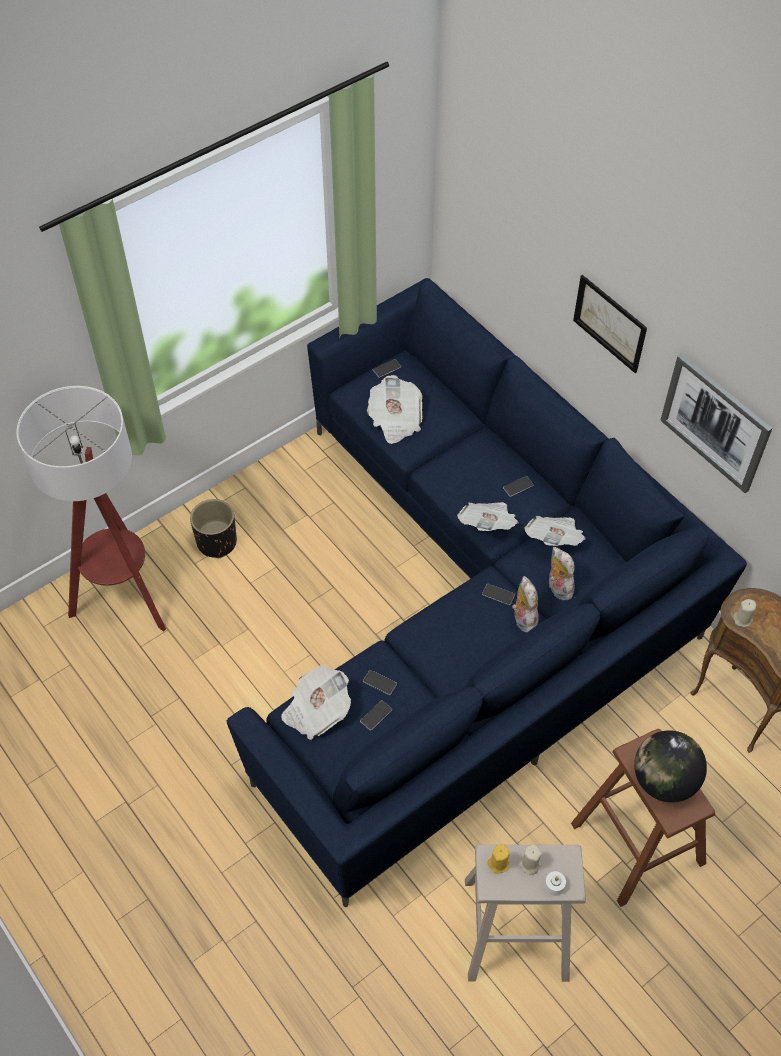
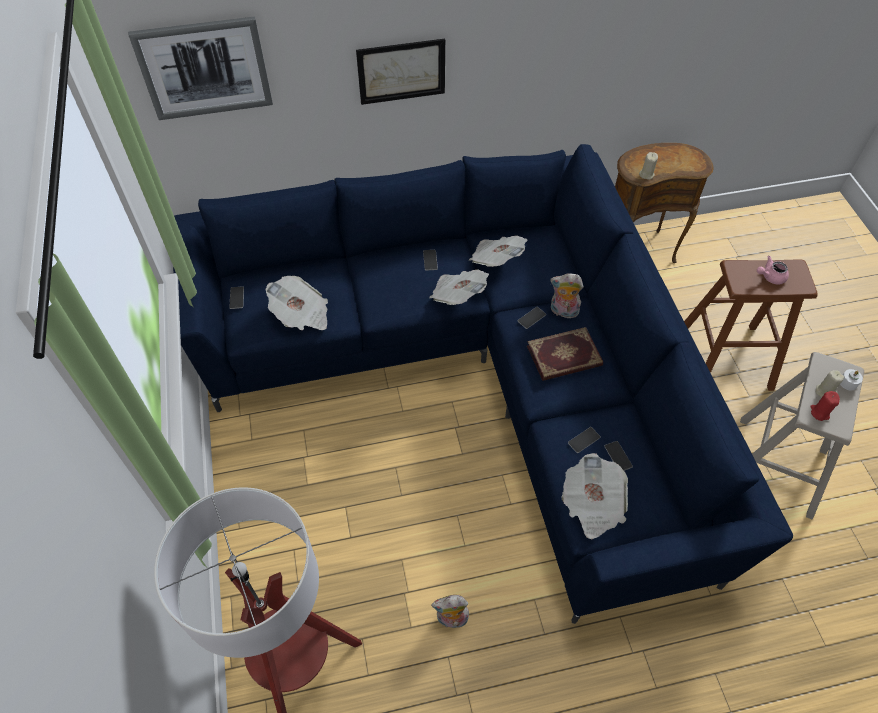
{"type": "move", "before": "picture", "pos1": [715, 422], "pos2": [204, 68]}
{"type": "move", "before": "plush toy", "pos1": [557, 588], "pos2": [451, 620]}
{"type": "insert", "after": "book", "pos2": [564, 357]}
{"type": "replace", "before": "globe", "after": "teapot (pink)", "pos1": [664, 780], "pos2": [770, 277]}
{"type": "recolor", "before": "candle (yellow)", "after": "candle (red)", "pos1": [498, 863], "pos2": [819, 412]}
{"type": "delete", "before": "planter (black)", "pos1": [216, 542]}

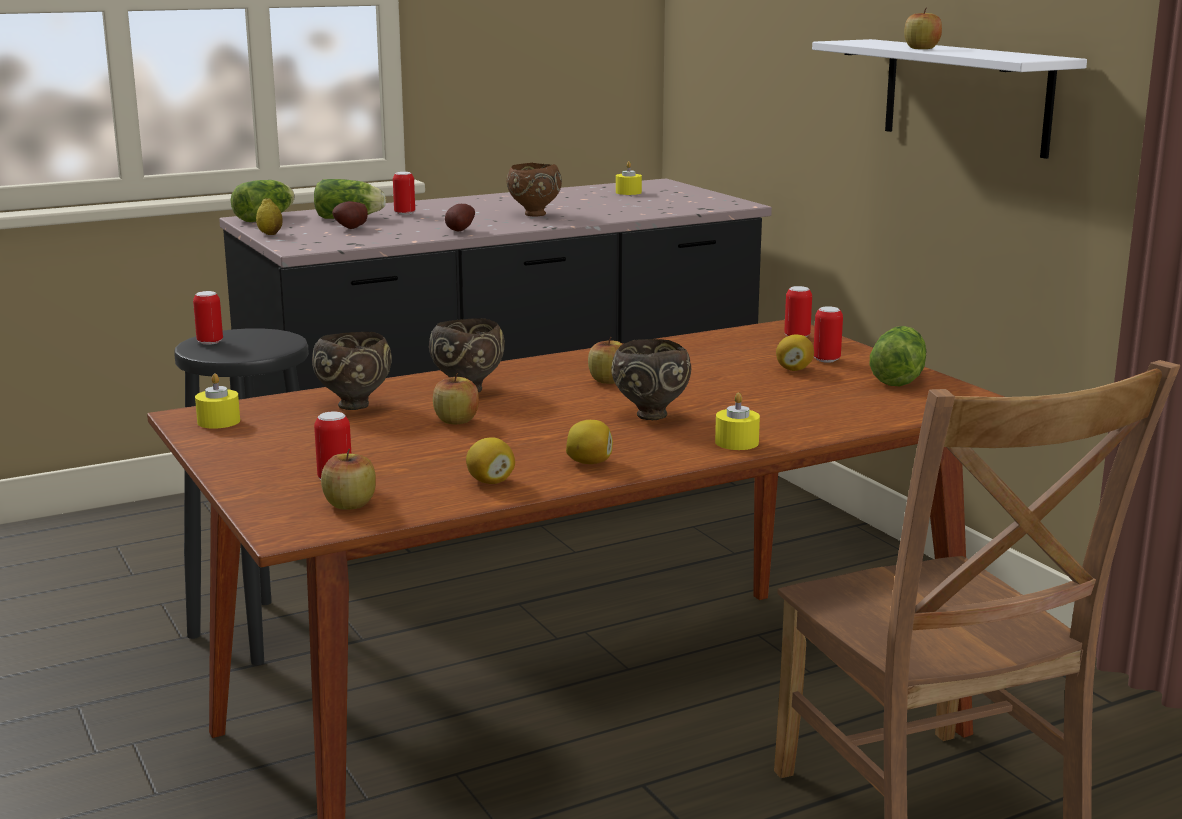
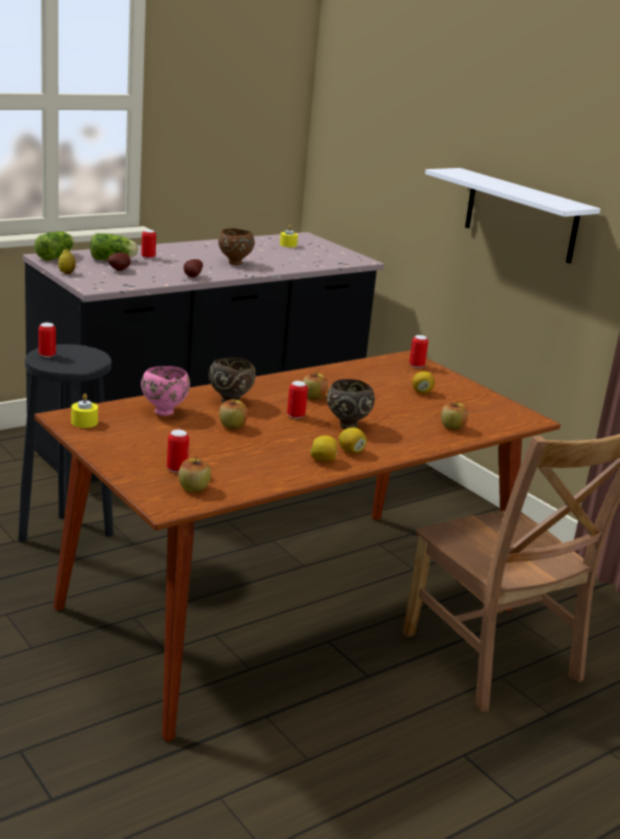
{"type": "recolor", "before": "bowl (brown)", "after": "bowl (pink)", "pos1": [355, 405], "pos2": [164, 411]}
{"type": "move", "before": "can", "pos1": [826, 360], "pos2": [295, 416]}
{"type": "move", "before": "lemon", "pos1": [490, 481], "pos2": [350, 451]}
{"type": "move", "before": "apple", "pos1": [921, 48], "pos2": [452, 427]}
{"type": "delete", "before": "candle (yellow)", "pos1": [736, 442]}
{"type": "delete", "before": "lettuce", "pos1": [898, 376]}

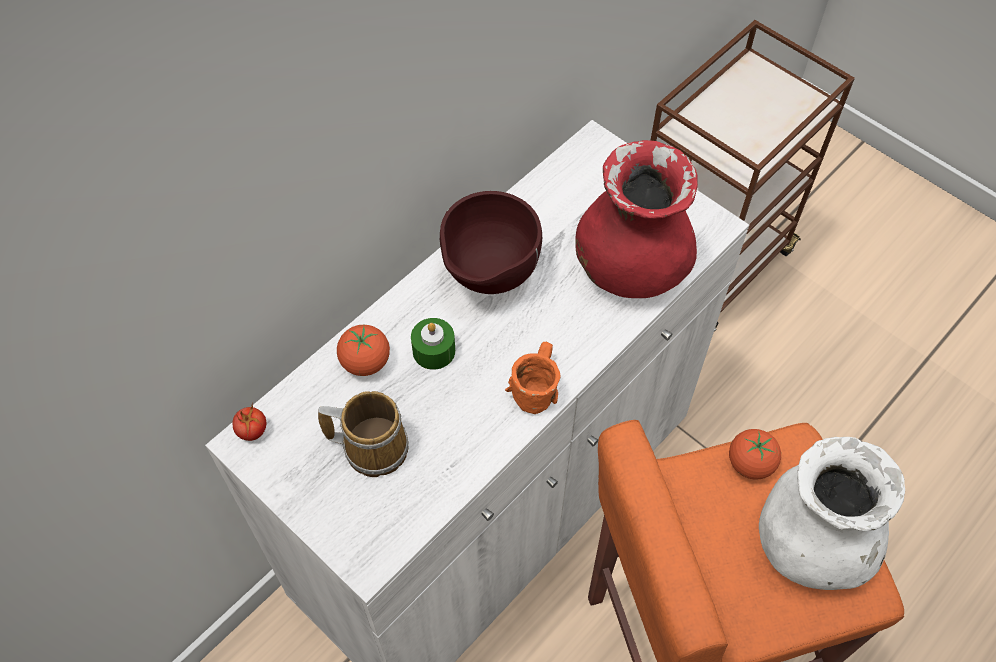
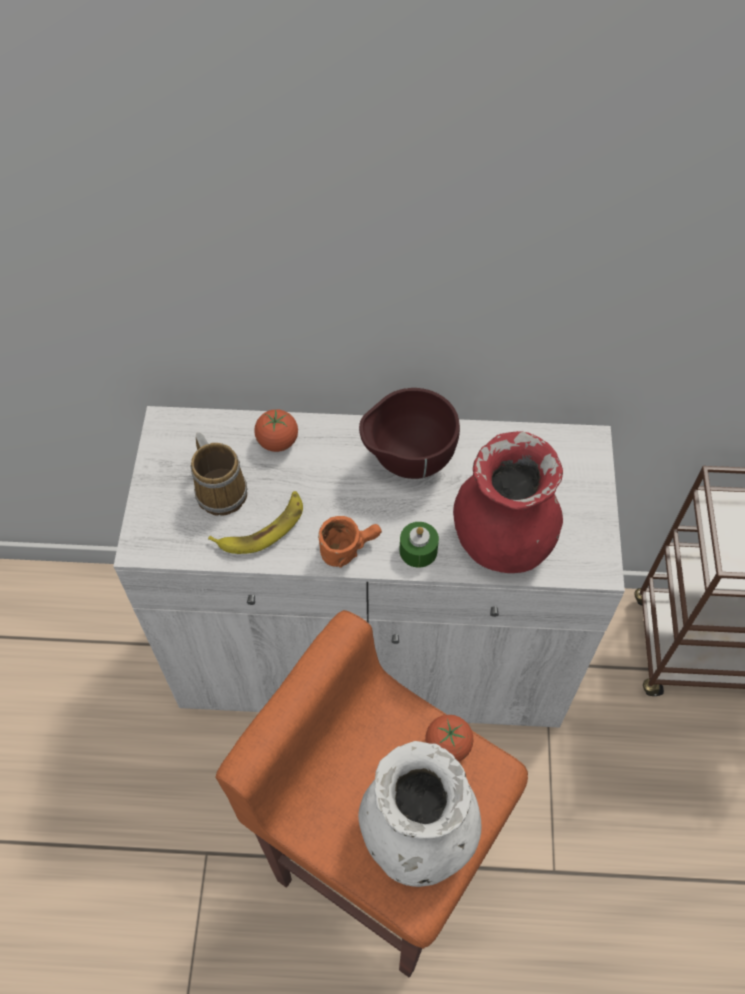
{"type": "insert", "after": "banana", "pos2": [262, 528]}
{"type": "move", "before": "candle (green)", "pos1": [434, 351], "pos2": [418, 550]}
{"type": "delete", "before": "tomato", "pos1": [252, 431]}

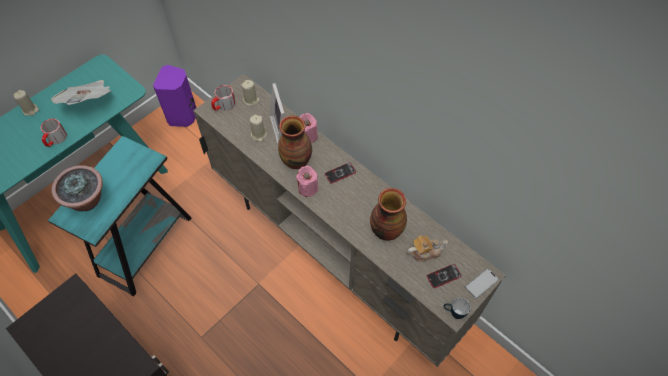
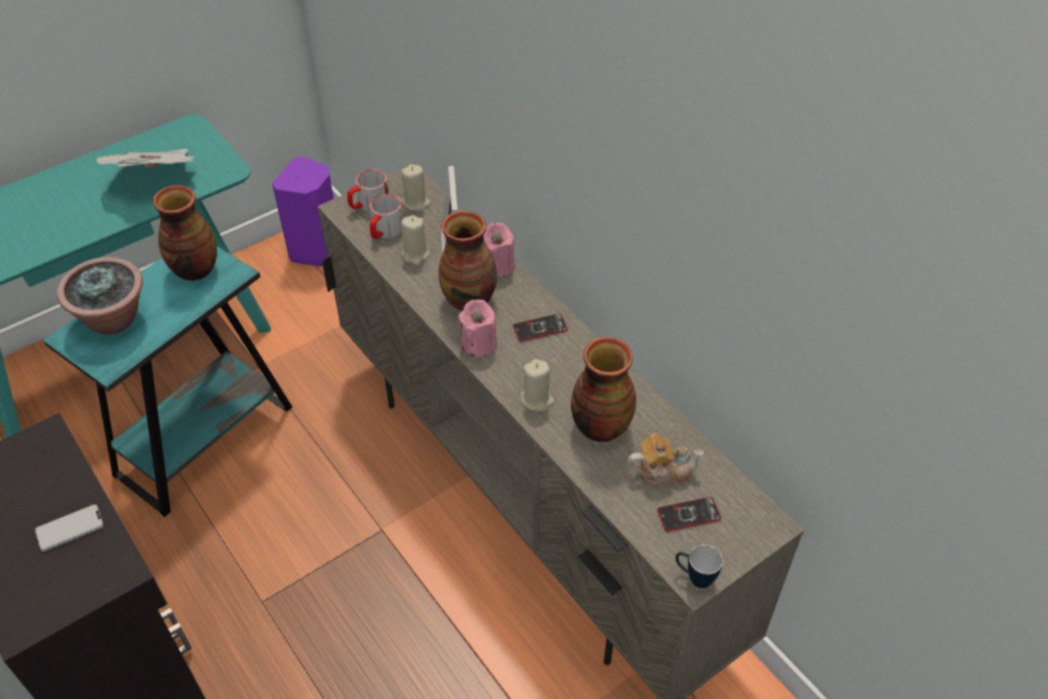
{"type": "move", "before": "phone", "pos1": [481, 284], "pos2": [70, 528]}
{"type": "insert", "after": "vase", "pos2": [194, 270]}
{"type": "move", "before": "mug", "pos1": [55, 139], "pos2": [385, 231]}
{"type": "move", "before": "candle (beige)", "pos1": [30, 110], "pos2": [537, 399]}

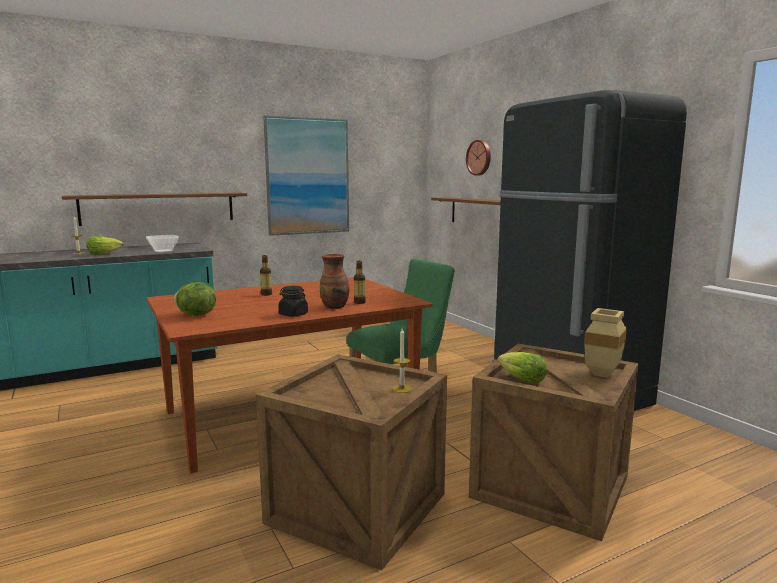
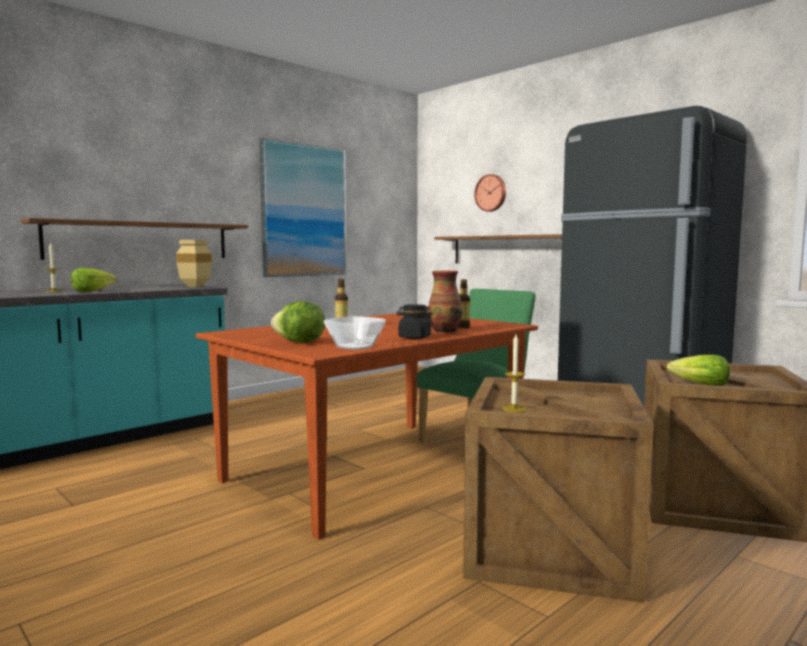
{"type": "move", "before": "vase (beige)", "pos1": [603, 375], "pos2": [195, 286]}
{"type": "move", "before": "bowl", "pos1": [164, 251], "pos2": [356, 347]}
{"type": "move", "before": "candle", "pos1": [401, 389], "pos2": [514, 409]}

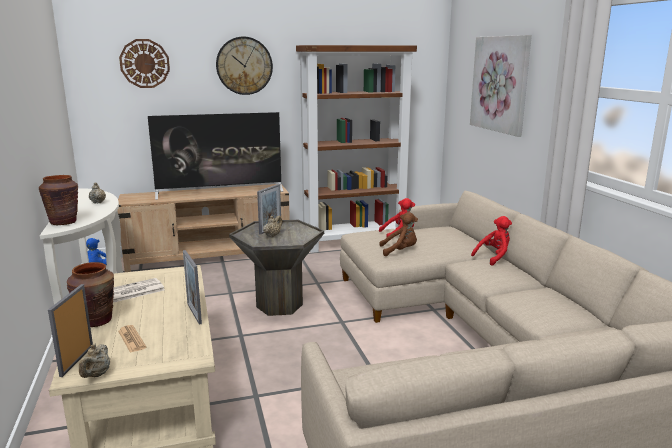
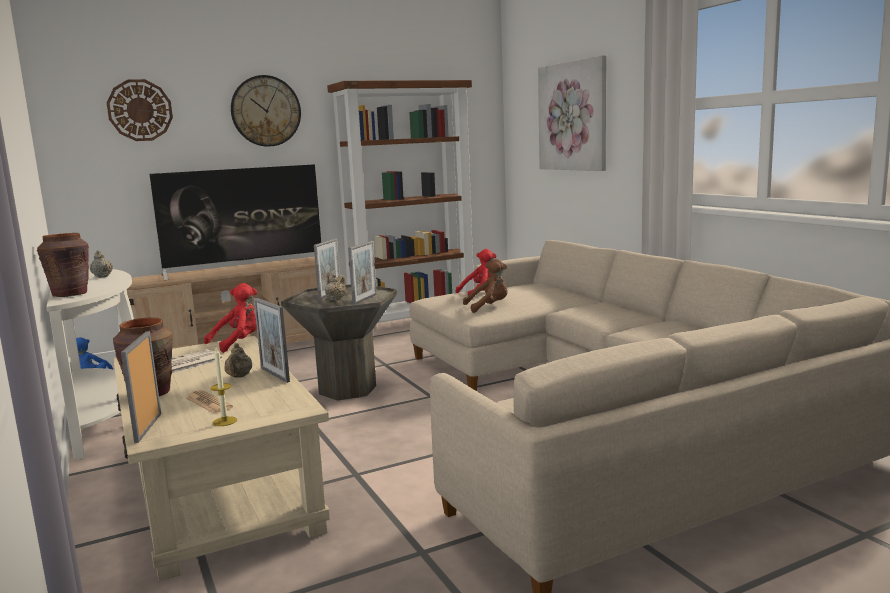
{"type": "move", "before": "plush toy (red)", "pos1": [494, 257], "pos2": [238, 343]}
{"type": "insert", "after": "candle", "pos2": [224, 421]}
{"type": "move", "before": "teapot (beige)", "pos1": [96, 375], "pos2": [239, 377]}
{"type": "insert", "after": "picture frame", "pos2": [365, 299]}

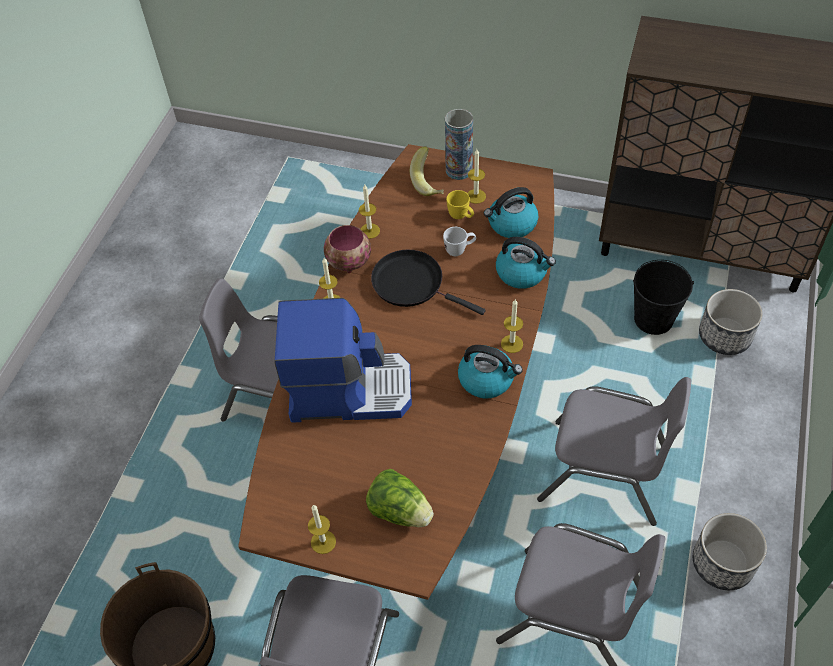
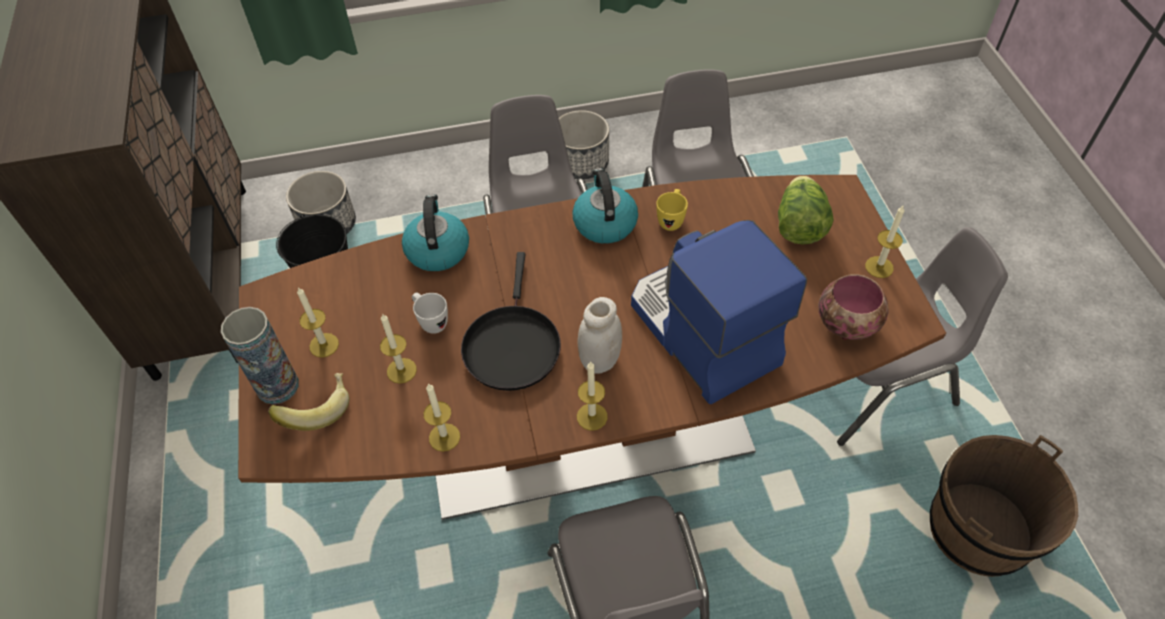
{"type": "move", "before": "candle", "pos1": [512, 344], "pos2": [401, 370]}
{"type": "insert", "after": "jar (white)", "pos2": [599, 360]}
{"type": "move", "before": "mug (yellow)", "pos1": [461, 217], "pos2": [671, 220]}
{"type": "move", "before": "bowl", "pos1": [349, 263], "pos2": [848, 323]}
{"type": "delete", "before": "kettle", "pos1": [511, 224]}

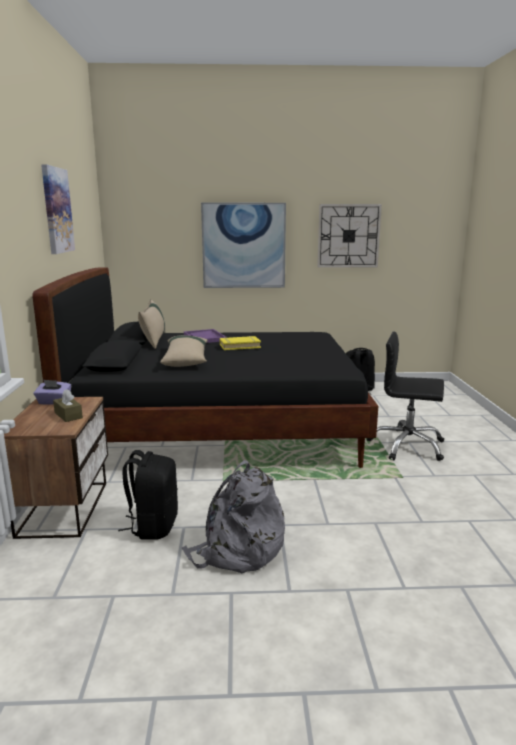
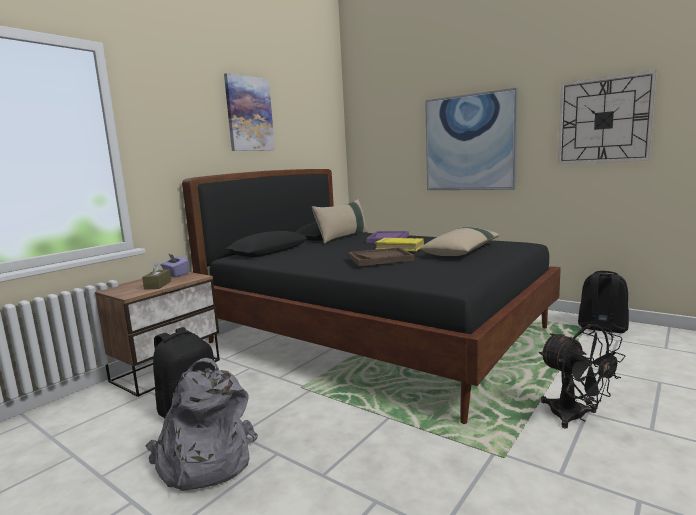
{"type": "insert", "after": "tray (brown)", "pos2": [380, 258]}
{"type": "move", "before": "pillow (beige)", "pos1": [186, 359], "pos2": [462, 251]}
{"type": "replace", "before": "office chair (black)", "after": "fan (black)", "pos1": [407, 446], "pos2": [575, 417]}

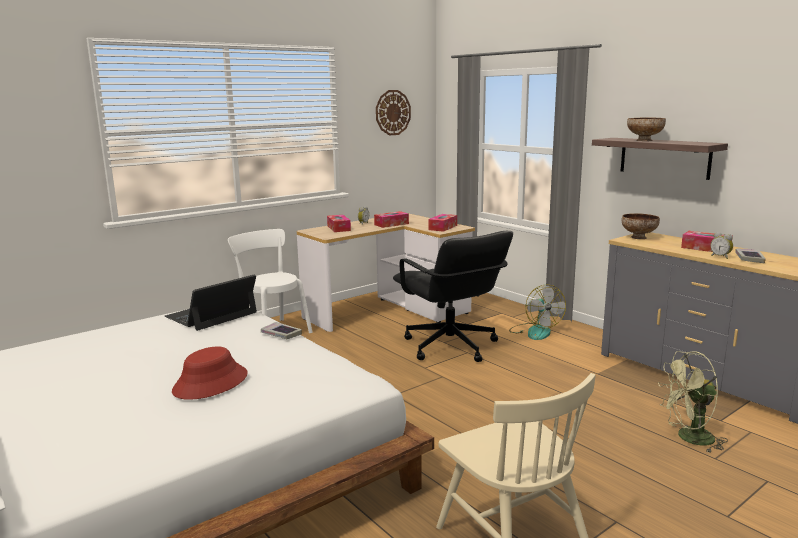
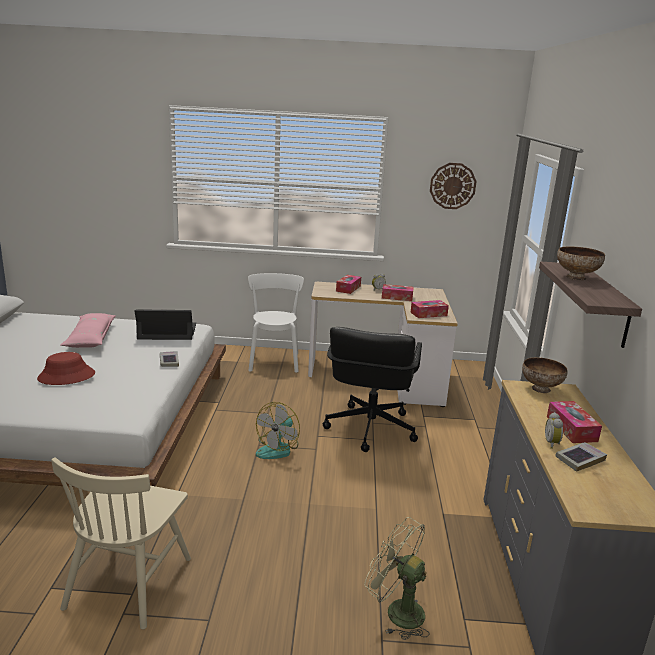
{"type": "insert", "after": "pillow (pink)", "pos2": [90, 338]}
{"type": "move", "before": "fan", "pos1": [535, 331], "pos2": [278, 448]}

